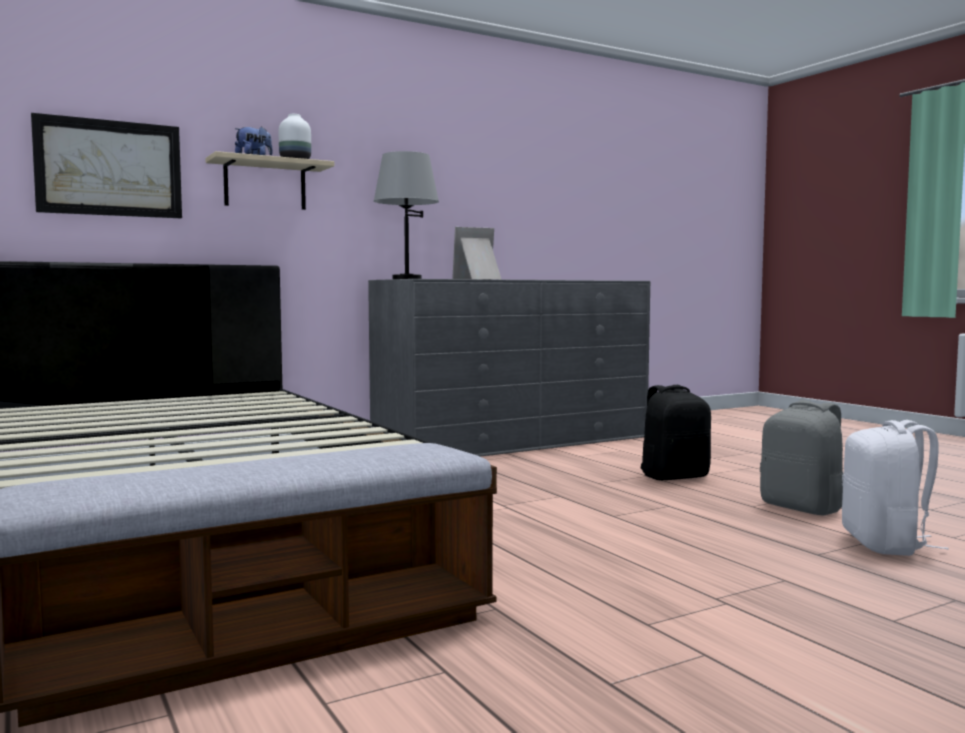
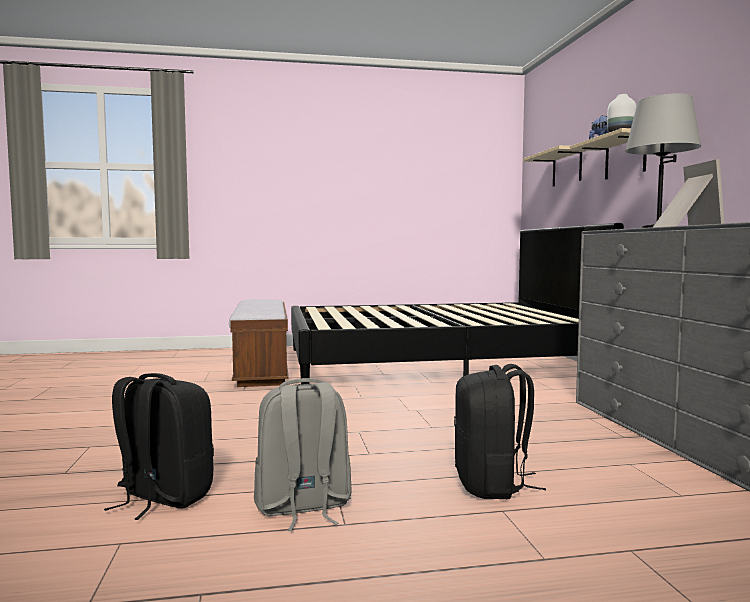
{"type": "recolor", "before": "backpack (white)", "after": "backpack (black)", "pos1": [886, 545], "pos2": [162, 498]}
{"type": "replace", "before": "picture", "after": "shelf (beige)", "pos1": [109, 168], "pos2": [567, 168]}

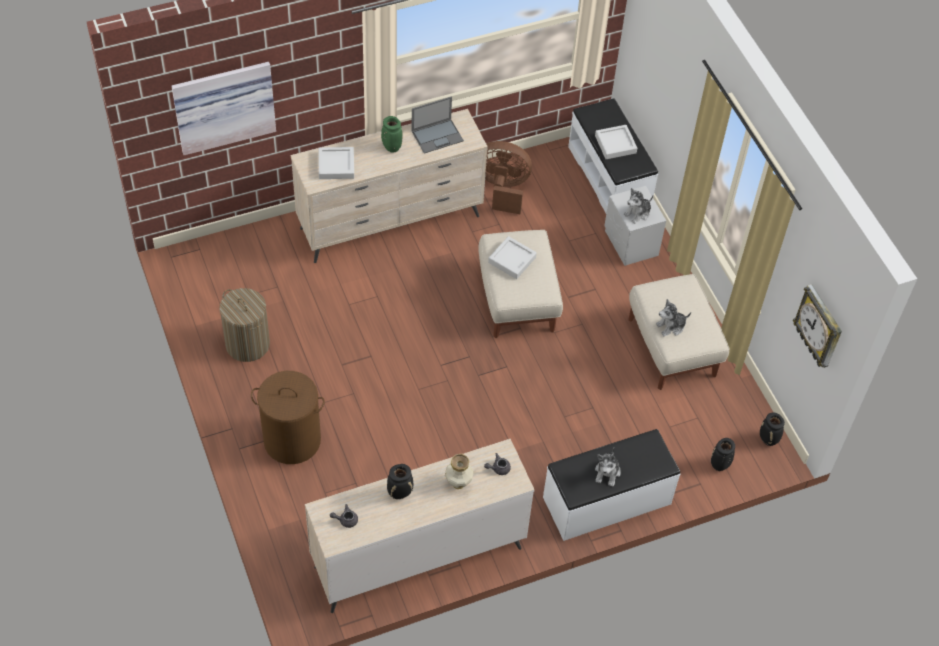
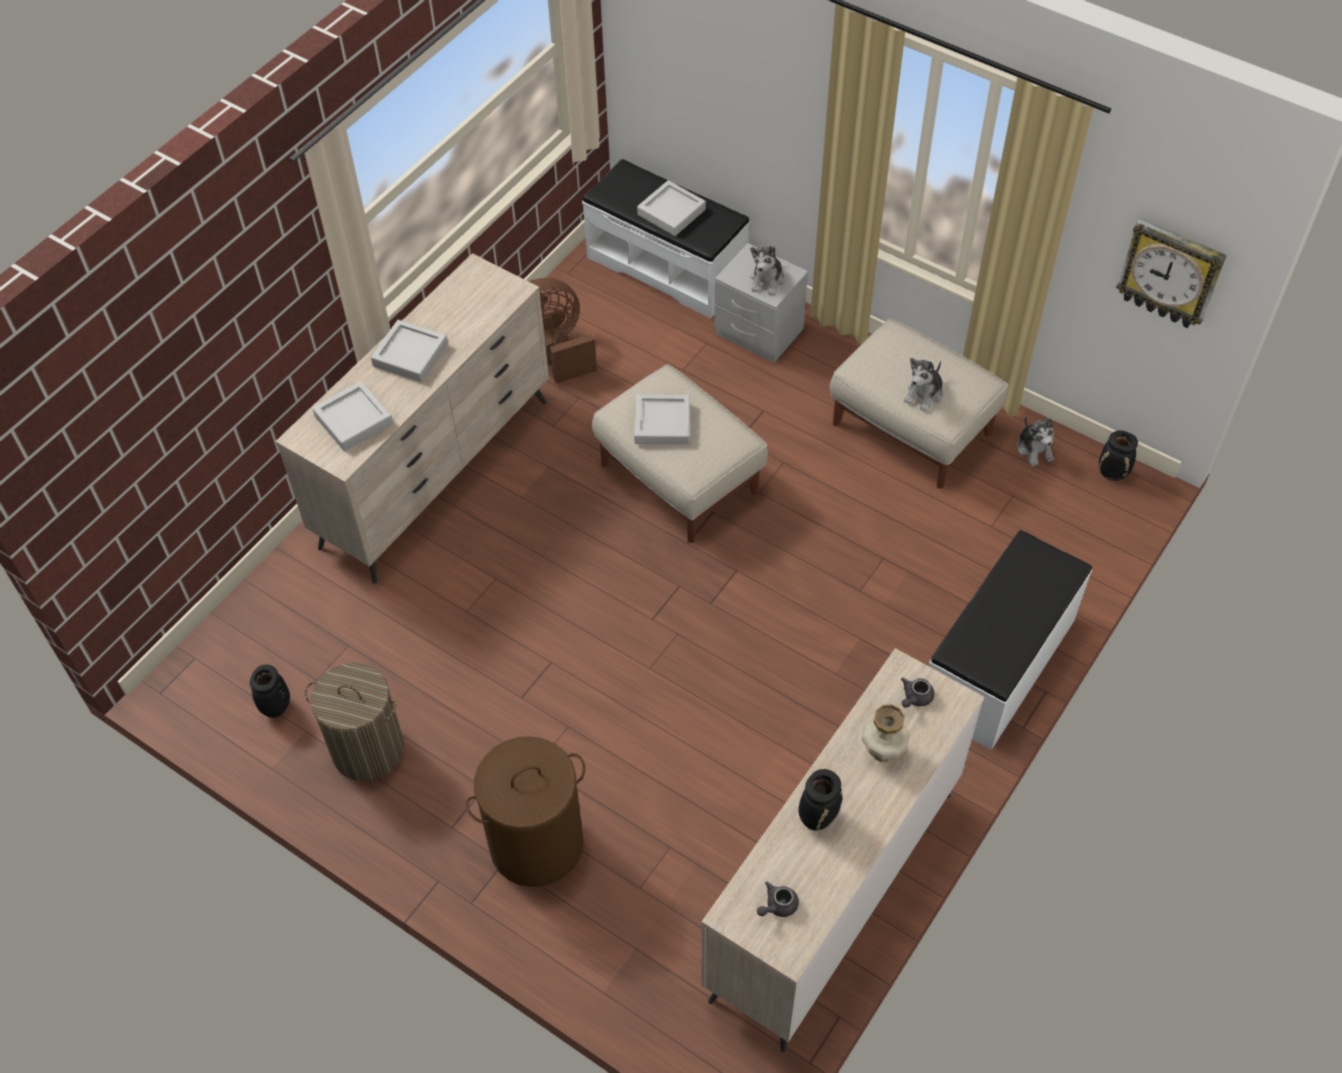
{"type": "move", "before": "vase (black)", "pos1": [719, 465], "pos2": [277, 708]}
{"type": "replace", "before": "vase (green)", "after": "tray (grey)", "pos1": [391, 147], "pos2": [410, 355]}
{"type": "move", "before": "plush toy", "pos1": [607, 472], "pos2": [1034, 449]}
{"type": "delete", "before": "picture", "pos1": [223, 105]}
{"type": "delete", "before": "laptop", "pos1": [437, 136]}

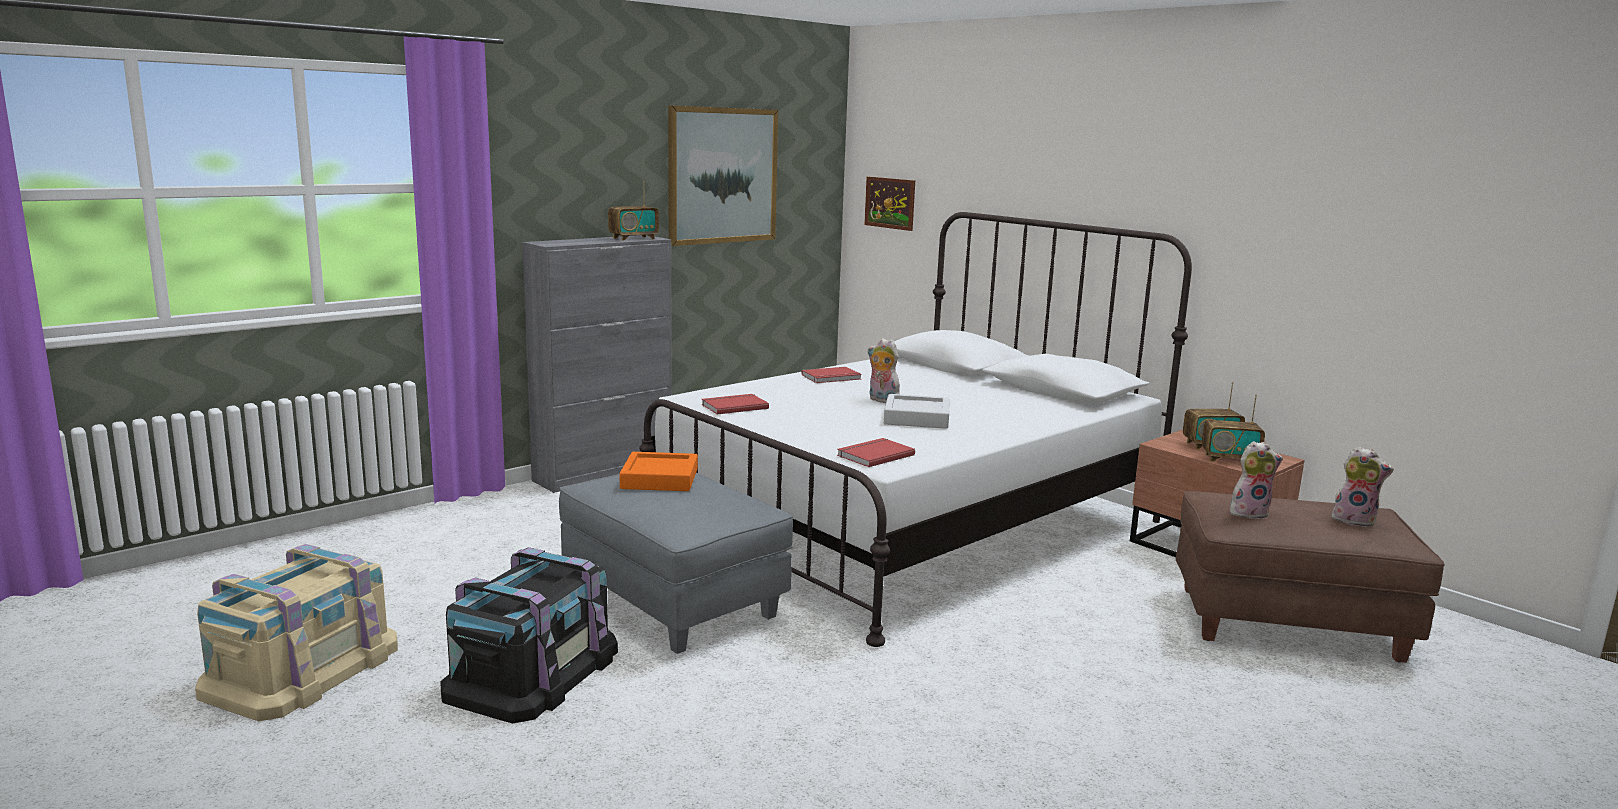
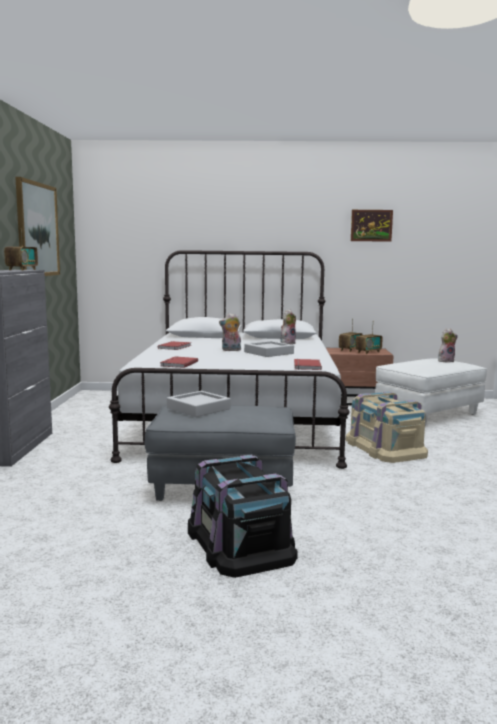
{"type": "recolor", "before": "tray (orange)", "after": "tray (grey)", "pos1": [659, 479], "pos2": [198, 408]}
{"type": "move", "before": "plush toy", "pos1": [1249, 513], "pos2": [287, 343]}
{"type": "move", "before": "storage box (beige)", "pos1": [302, 668], "pos2": [384, 447]}
{"type": "move", "before": "picture", "pos1": [890, 203], "pos2": [371, 225]}
{"type": "recolor", "before": "ottoman (brown)", "after": "ottoman (white)", "pos1": [1287, 625], "pos2": [428, 414]}

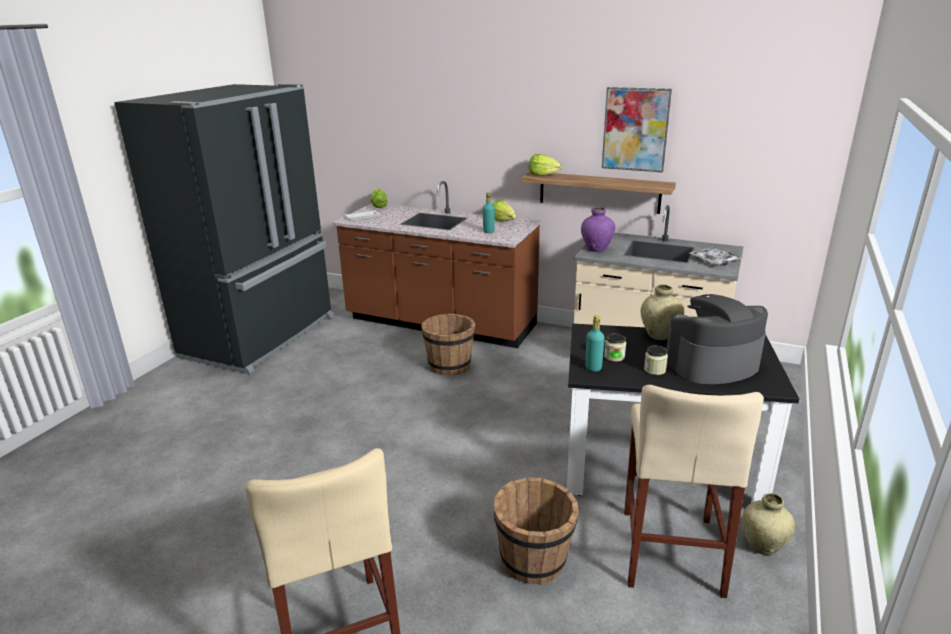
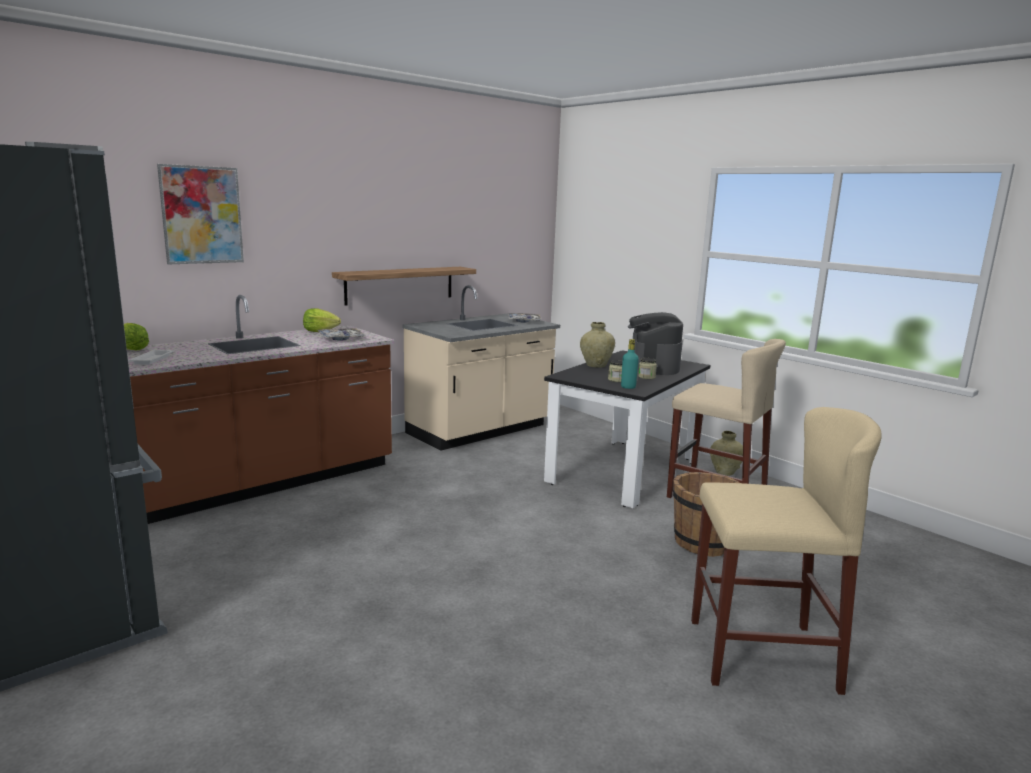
{"type": "move", "before": "picture", "pos1": [635, 129], "pos2": [201, 215]}
{"type": "replace", "before": "bottle (turquoise)", "after": "tray", "pos1": [488, 232], "pos2": [341, 338]}
{"type": "delete", "before": "bucket (brown)", "pos1": [449, 365]}
{"type": "delete", "before": "lettuce", "pos1": [543, 175]}
{"type": "delete", "before": "vase (purple)", "pos1": [596, 249]}

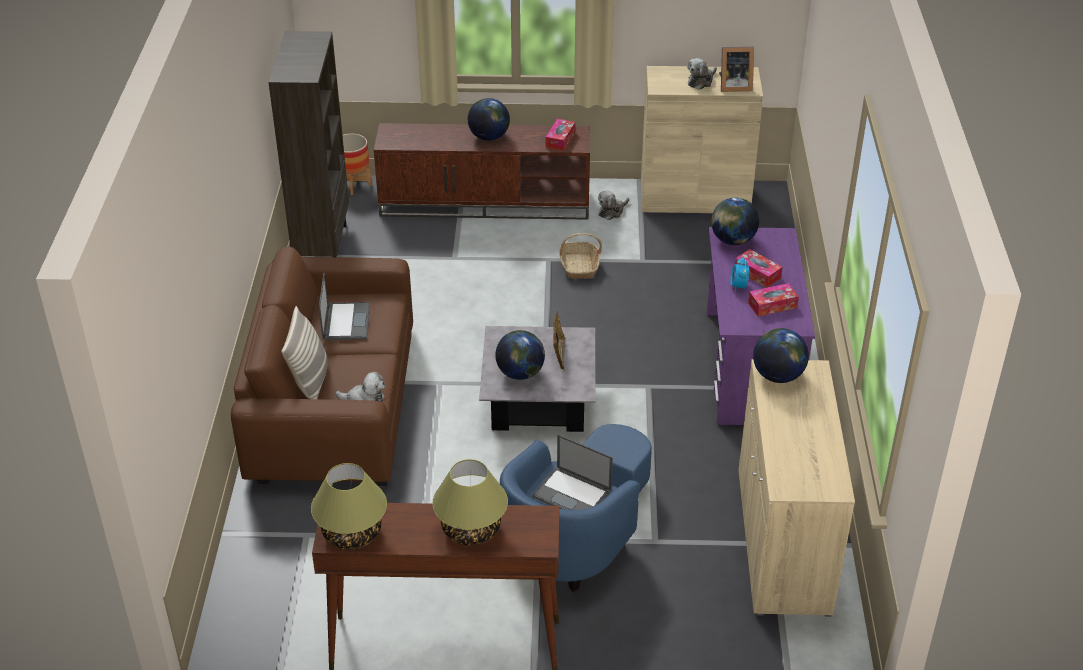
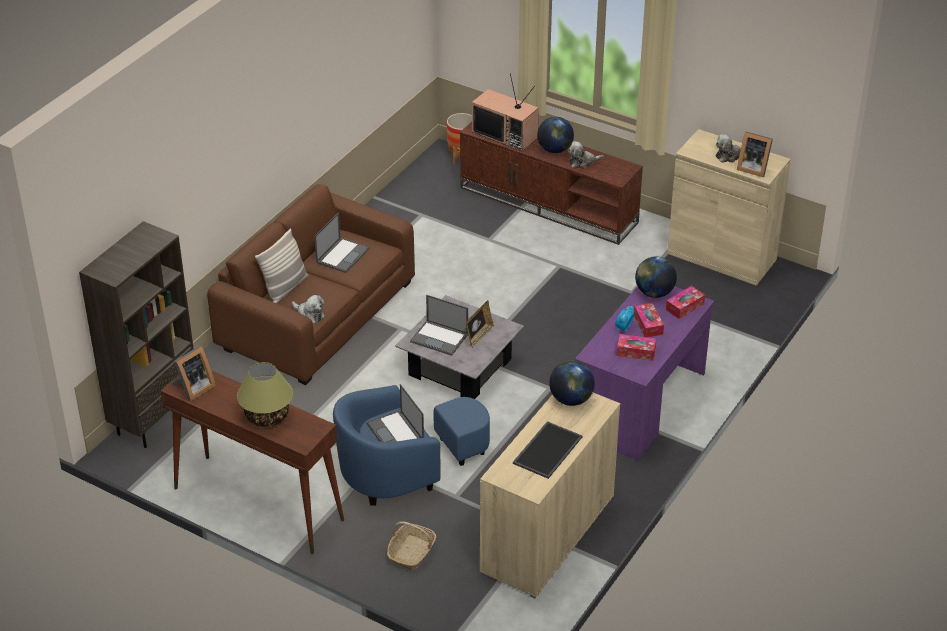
{"type": "move", "before": "bookcase (brown)", "pos1": [322, 247], "pos2": [154, 418]}
{"type": "replace", "before": "table lamp", "after": "picture frame", "pos1": [351, 533], "pos2": [193, 389]}
{"type": "move", "before": "basket", "pos1": [579, 266], "pos2": [411, 552]}
{"type": "replace", "before": "globe", "after": "laptop", "pos1": [520, 373], "pos2": [440, 338]}
{"type": "insert", "after": "television", "pos2": [506, 134]}
{"type": "insert", "after": "tray", "pos2": [547, 449]}
{"type": "move", "before": "plush toy", "pos1": [612, 211], "pos2": [582, 162]}
{"type": "move", "before": "tissue box", "pos1": [560, 139], "pos2": [684, 307]}

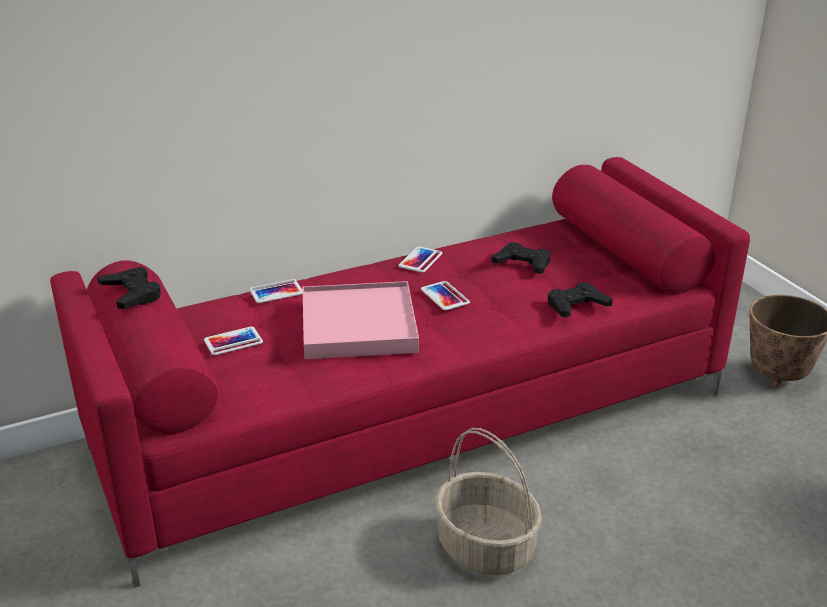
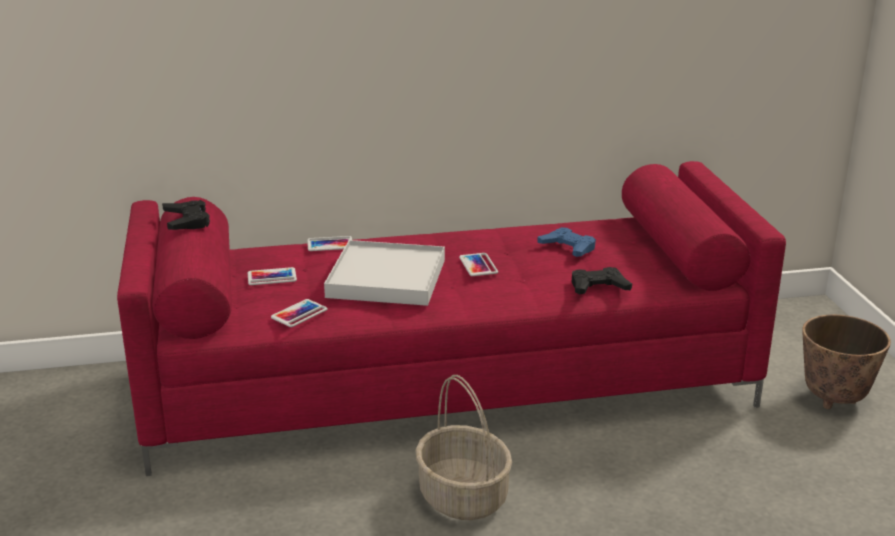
{"type": "move", "before": "phone", "pos1": [420, 260], "pos2": [299, 313]}
{"type": "recolor", "before": "tray (pink)", "after": "tray (white)", "pos1": [359, 326], "pos2": [387, 278]}
{"type": "recolor", "before": "game controller (black)", "after": "game controller (blue)", "pos1": [523, 263], "pos2": [568, 247]}

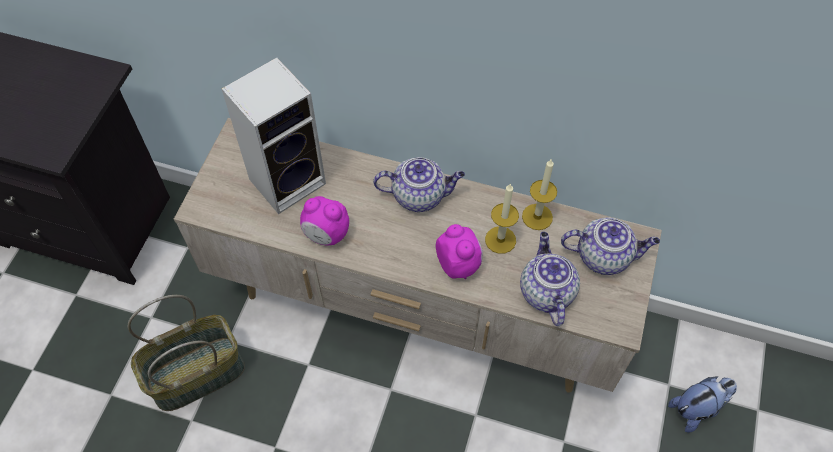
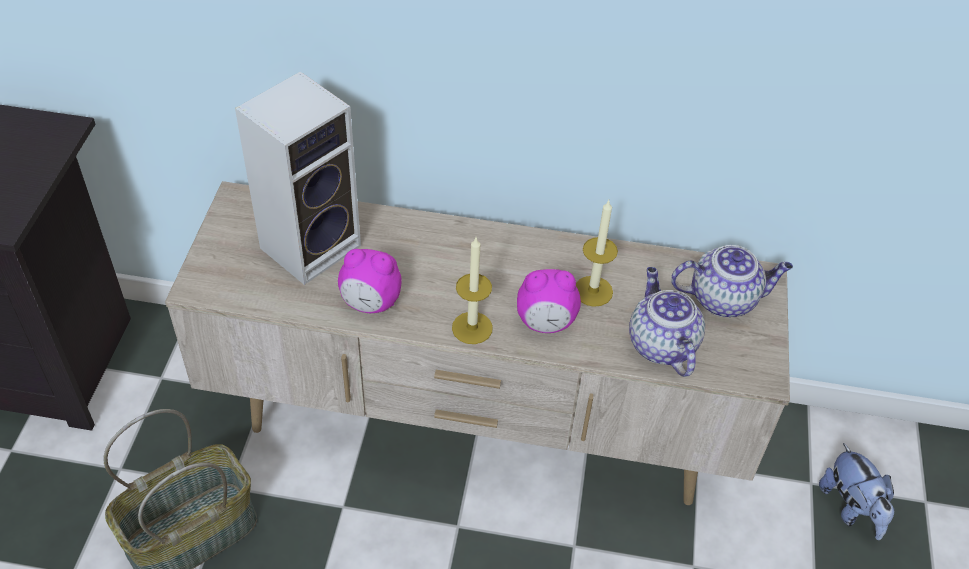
{"type": "move", "before": "candle", "pos1": [537, 217], "pos2": [472, 328]}
{"type": "rotate", "before": "alarm clock", "pos1": [458, 264], "pos2": [546, 323], "turn": 120}
{"type": "rotate", "before": "plush toy", "pos1": [697, 408], "pos2": [851, 508], "turn": 105}
{"type": "delete", "before": "teapot", "pos1": [420, 195]}

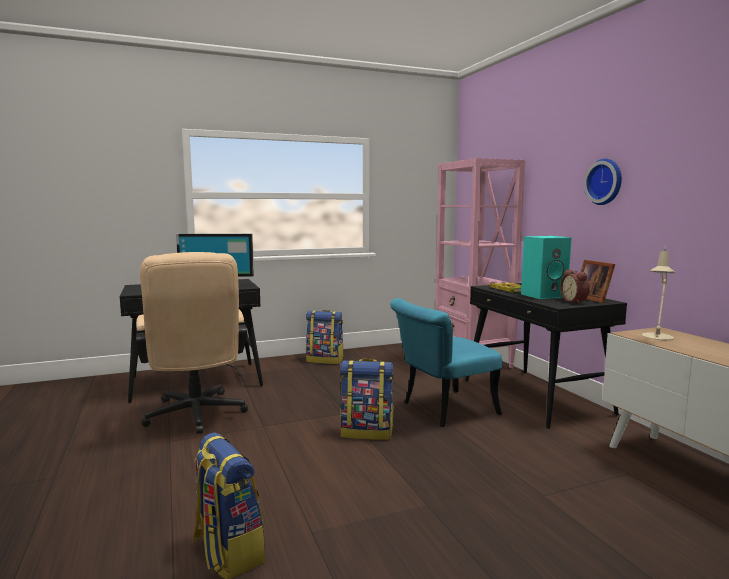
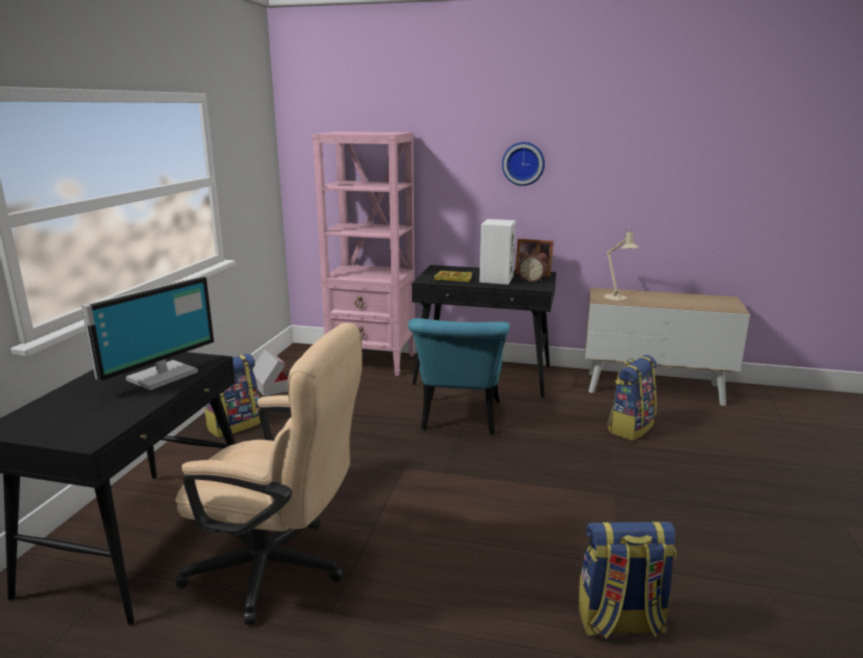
{"type": "insert", "after": "cardboard box", "pos2": [270, 385]}
{"type": "recolor", "before": "speaker (turquoise)", "after": "speaker (white)", "pos1": [544, 295], "pos2": [496, 279]}
{"type": "move", "before": "backpack", "pos1": [367, 432], "pos2": [630, 428]}

